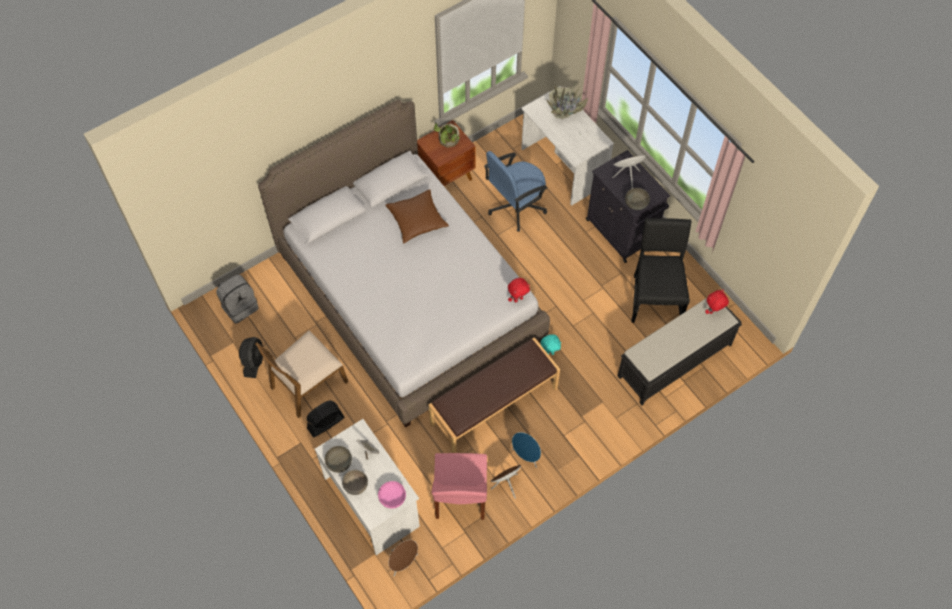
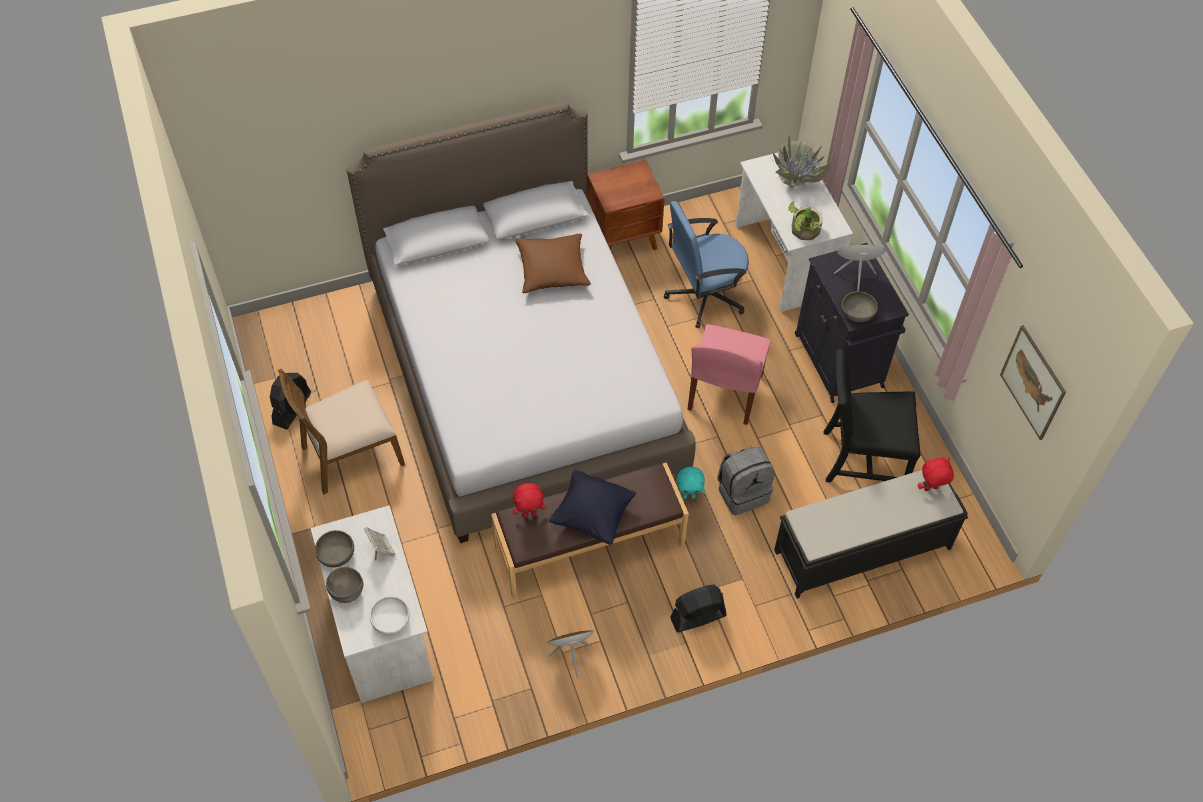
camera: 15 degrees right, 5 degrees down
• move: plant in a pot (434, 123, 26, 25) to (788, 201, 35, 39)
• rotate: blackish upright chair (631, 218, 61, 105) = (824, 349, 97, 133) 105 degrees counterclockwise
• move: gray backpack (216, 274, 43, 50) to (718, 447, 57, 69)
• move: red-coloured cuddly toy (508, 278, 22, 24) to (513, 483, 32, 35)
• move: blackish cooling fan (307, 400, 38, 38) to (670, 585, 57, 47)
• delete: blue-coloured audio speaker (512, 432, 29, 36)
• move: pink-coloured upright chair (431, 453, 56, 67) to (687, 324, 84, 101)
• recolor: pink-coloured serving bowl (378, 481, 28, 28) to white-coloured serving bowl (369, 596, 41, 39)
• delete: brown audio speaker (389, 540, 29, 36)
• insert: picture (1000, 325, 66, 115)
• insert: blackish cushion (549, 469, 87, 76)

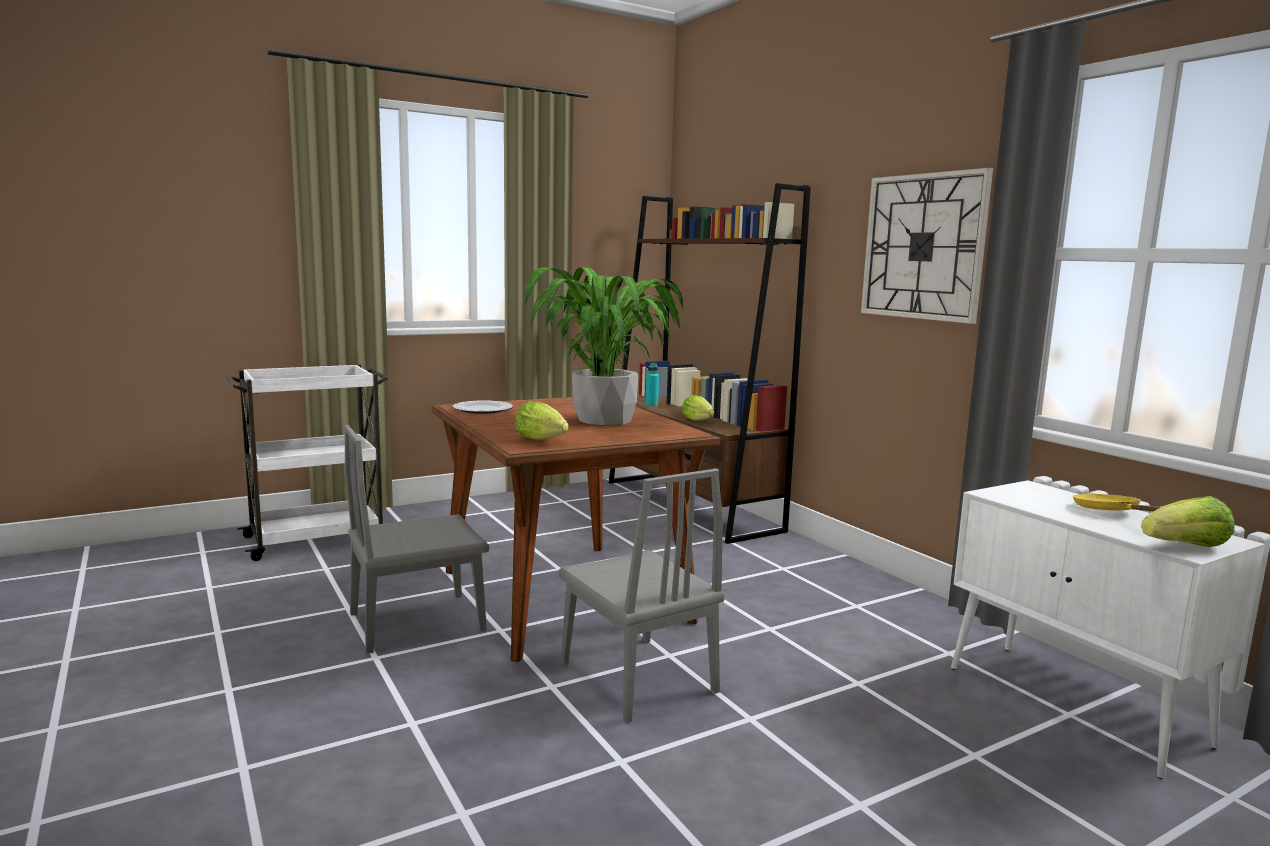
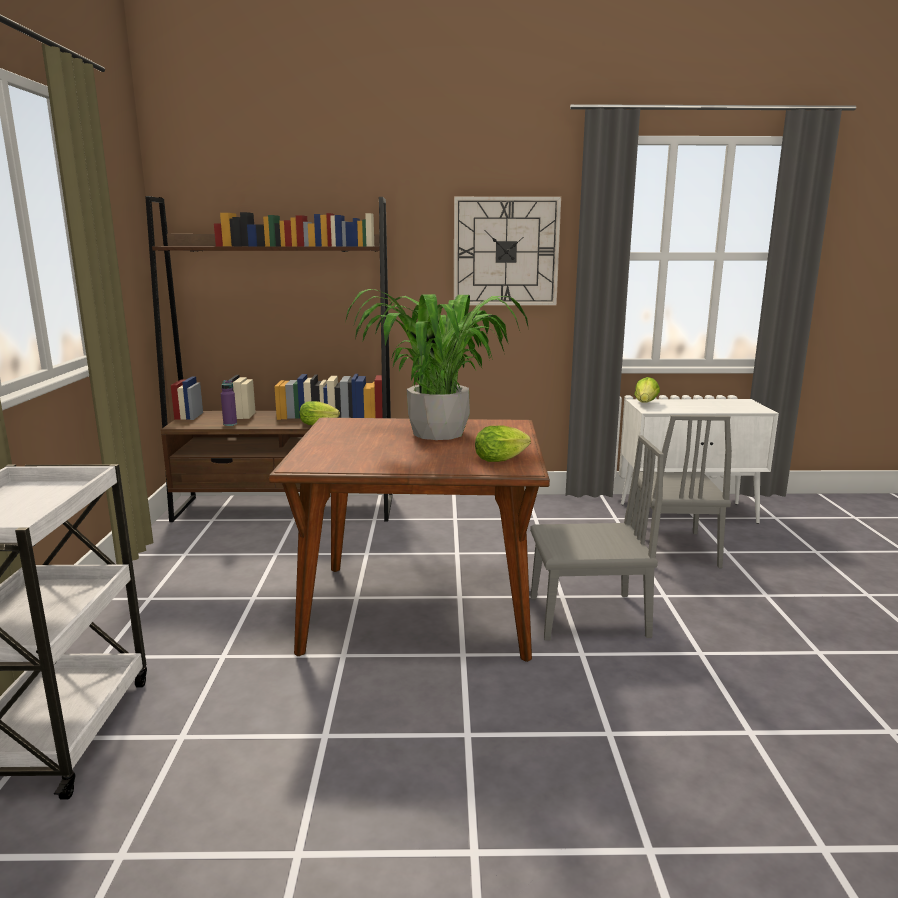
camera: 60 degrees left, 5 degrees up
• recolor: turquoise-coloured bottle (646, 363, 13, 43) to purple-coloured bottle (221, 380, 16, 46)
• delete: flat dish (453, 400, 60, 14)
• move: gray upright chair (344, 425, 145, 229) to (631, 415, 101, 153)
• delete: yellowish pan (1073, 494, 88, 17)
• move: lettuce head (1141, 496, 93, 51) to (634, 377, 26, 25)

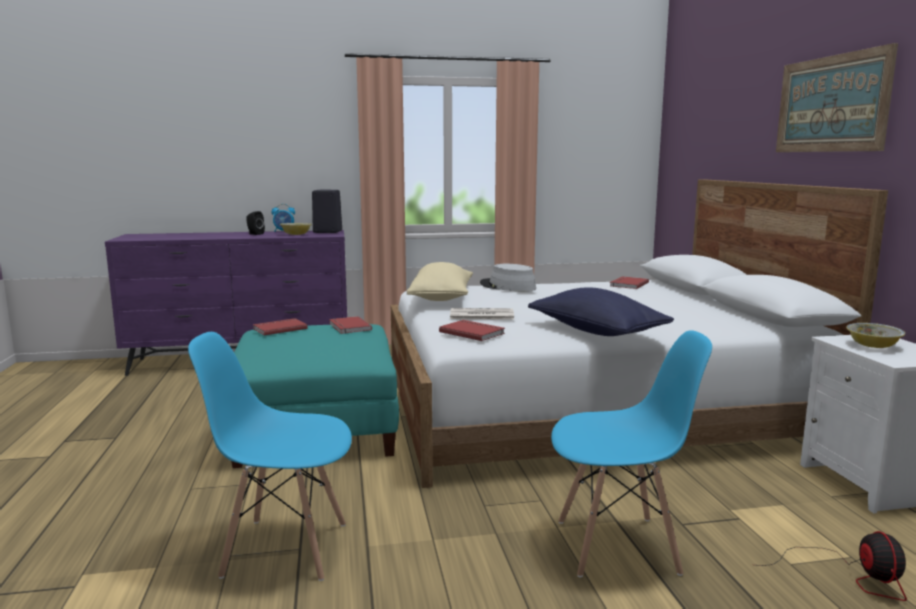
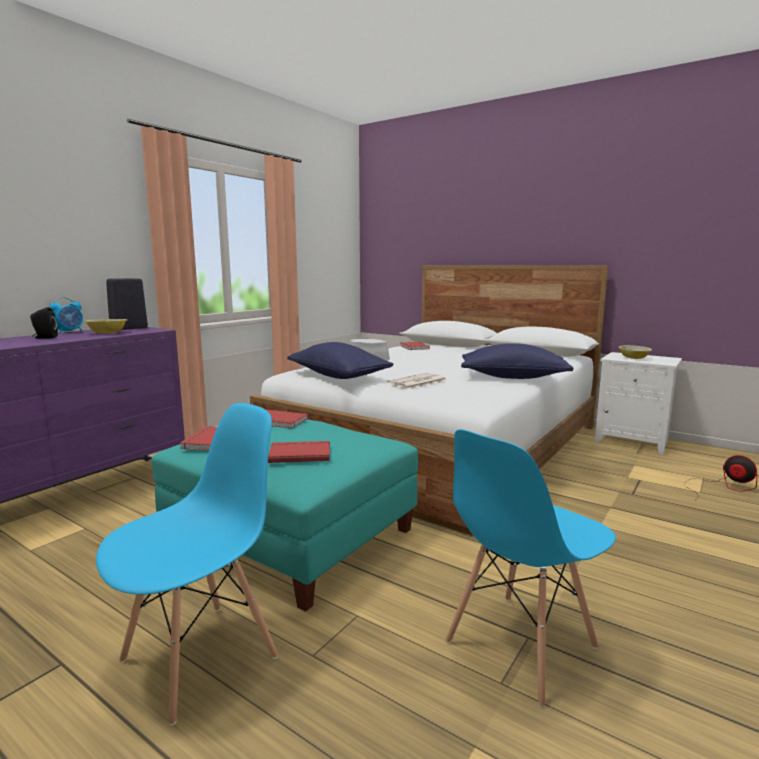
camera: 45 degrees left, 0 degrees up
• delete: picture (776, 43, 122, 109)
• recolor: sand-coloured cushion (407, 262, 66, 39) to blue-coloured cushion (287, 342, 106, 37)
• move: red-coloured book (439, 320, 66, 21) to (268, 441, 62, 22)
• move: blue-coloured upright chair (551, 330, 161, 248) to (96, 403, 182, 323)

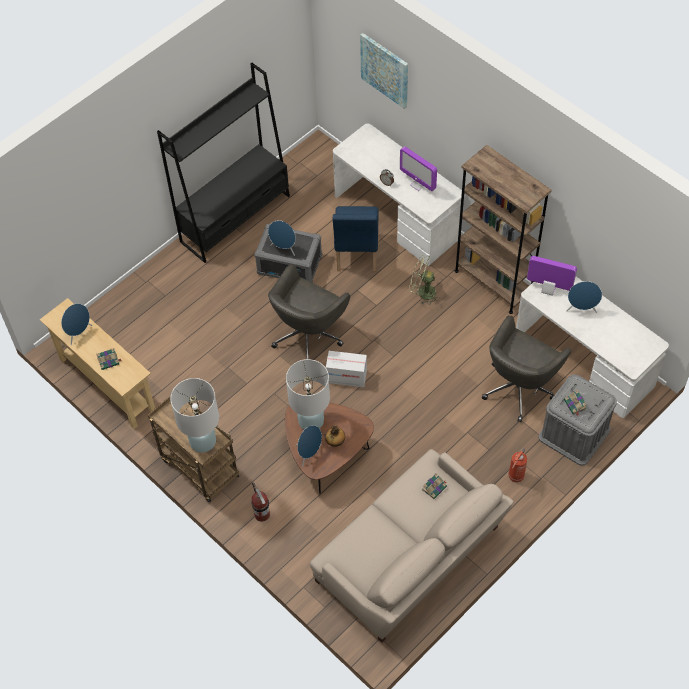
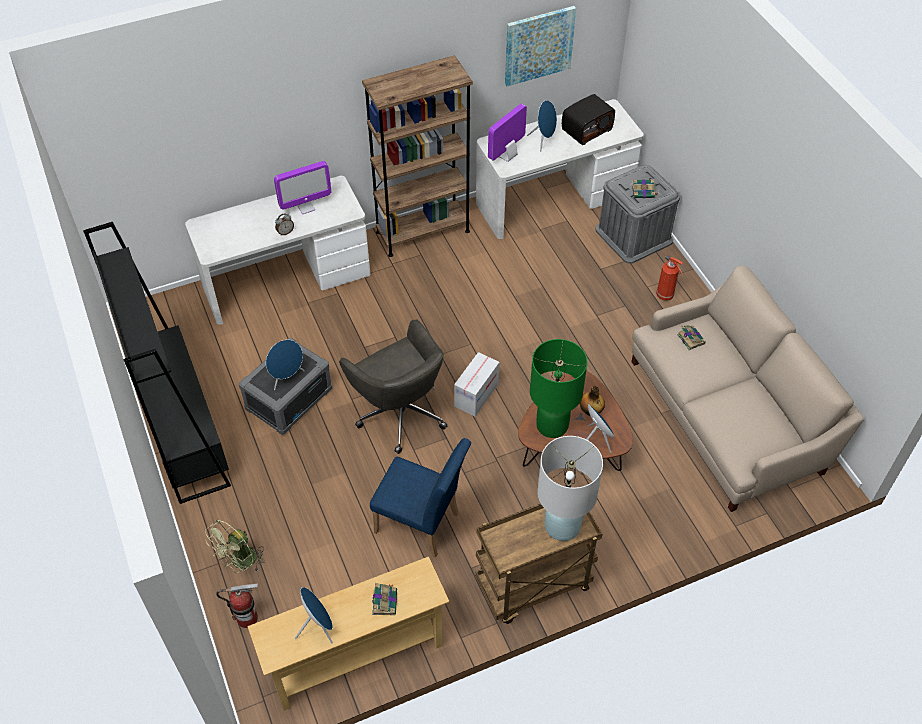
camera: 70 degrees left, 5 degrees down
• move: picture (360, 33, 48, 76) to (505, 6, 71, 80)
• move: blue-coloured upright chair (333, 206, 46, 66) to (370, 438, 101, 119)
• move: greenish cooling fan (409, 255, 31, 50) to (205, 520, 59, 53)
• delete: gray office chair (482, 316, 89, 106)
• recolor: white-coloured table lamp (286, 359, 44, 71) to greenish table lamp (530, 339, 57, 99)
• move: fire-fighting cylinder (251, 482, 19, 40) to (216, 584, 42, 44)
• insert: radio receiver (562, 94, 53, 51)

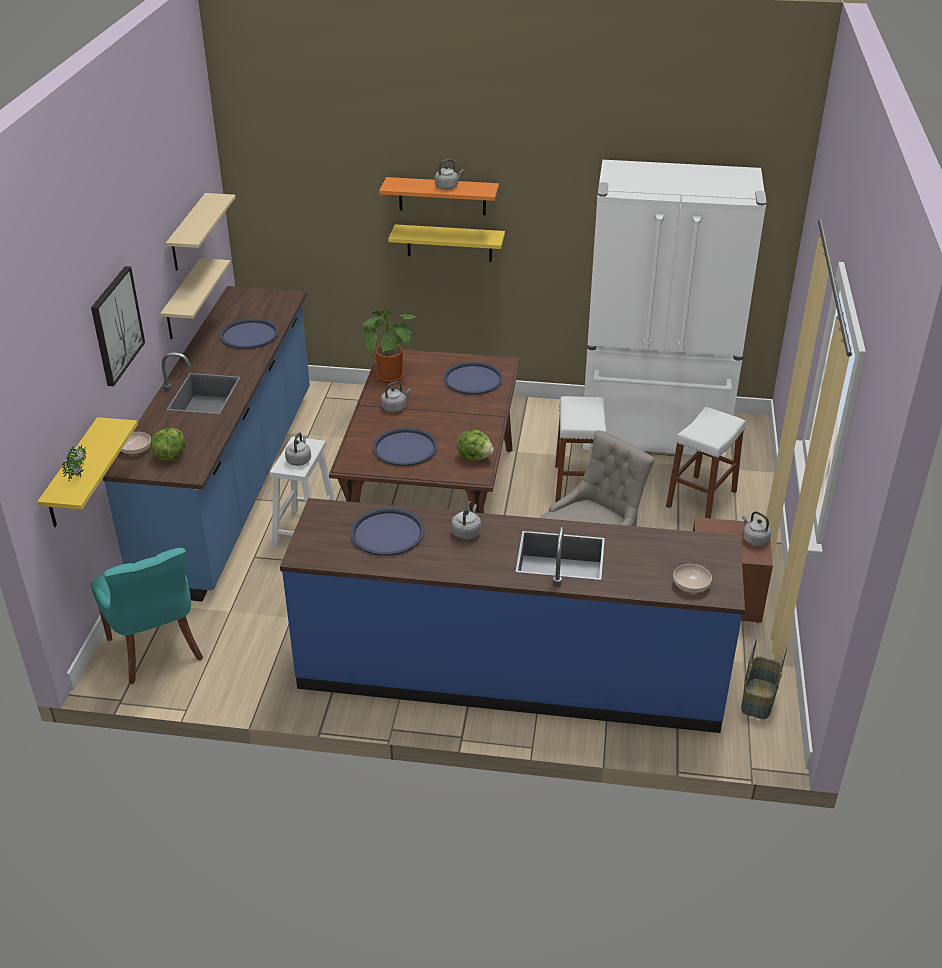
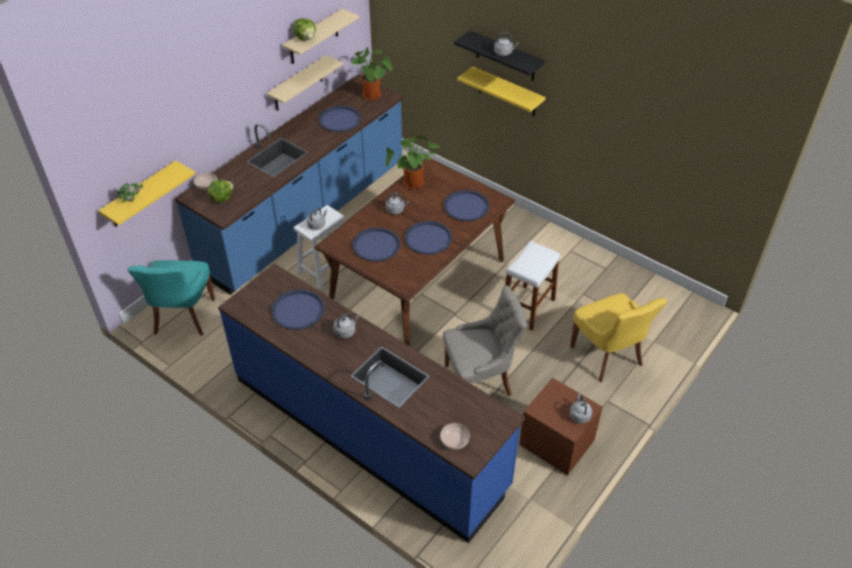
camera: 30 degrees right, 10 degrees up
• delete: white-coloured kitchen fridge (583, 160, 184, 297)
• recolor: orange shelf (379, 177, 120, 38) to blackish shelf (454, 31, 91, 50)
• delete: picture (91, 266, 54, 120)
• replace: white-coloured stool (666, 407, 80, 111) to yellowish upright chair (570, 293, 97, 89)
• move: lettuce head (457, 430, 37, 31) to (293, 18, 23, 23)
• delete: household basket (741, 638, 46, 81)
• insert: plant in a pot (351, 47, 41, 54)
• insert: blue-coloured serving tray (405, 221, 47, 34)

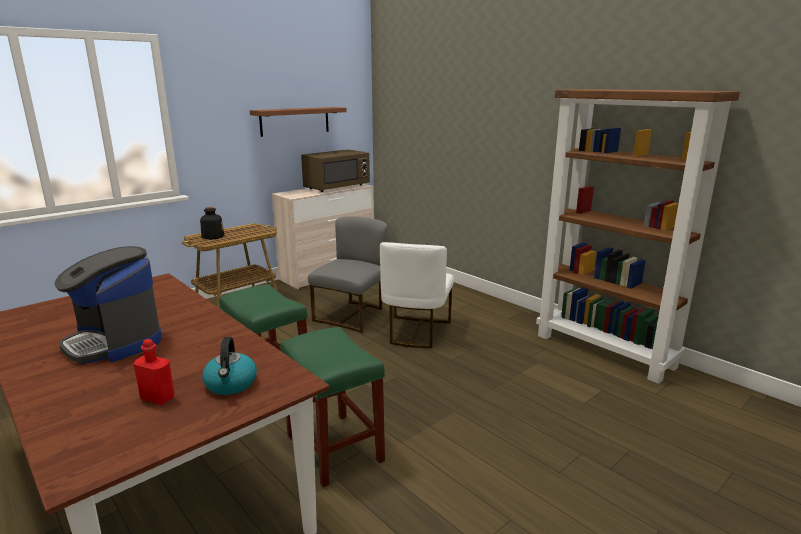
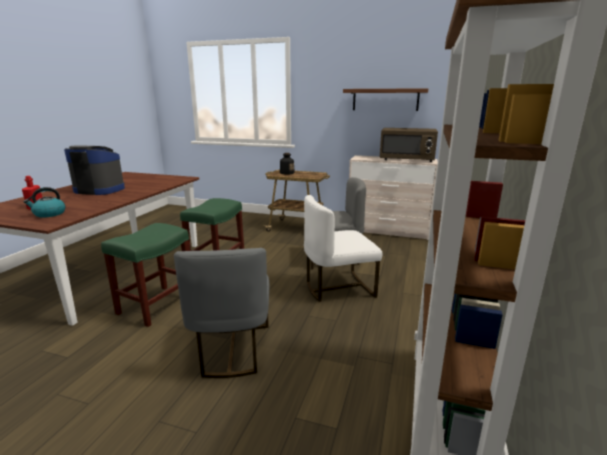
camera: 60 degrees right, 0 degrees up
• rotate: coffee machine (54, 246, 108, 118) = (64, 145, 61, 50) 90 degrees clockwise
• insert: gray upright chair (174, 248, 96, 130)

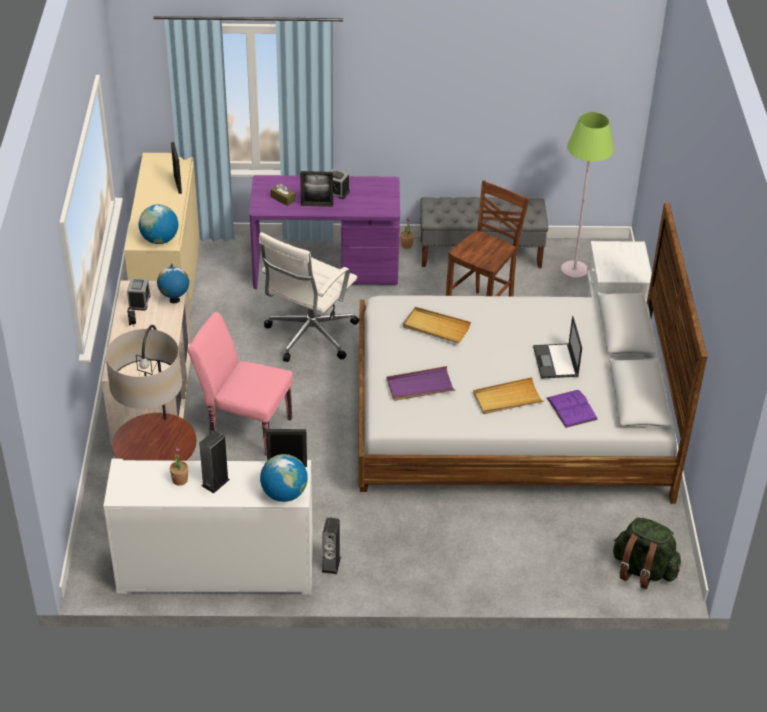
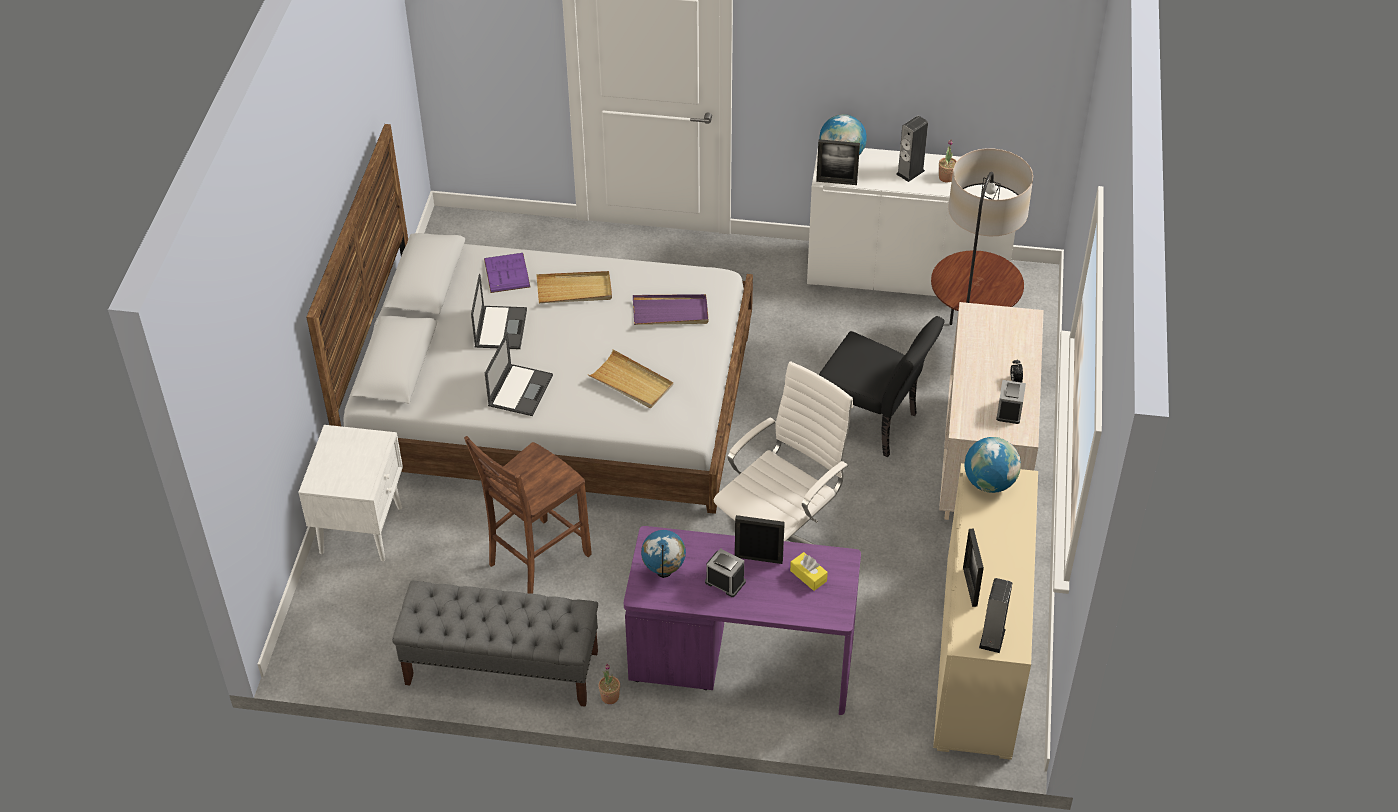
camera: 170 degrees left, 5 degrees up
• delete: greenish standard lamp (561, 112, 53, 168)
• recolor: brown box of tissues (271, 183, 25, 23) to yellowish box of tissues (790, 552, 38, 39)
• move: globe (157, 264, 32, 39) to (641, 530, 45, 48)
• recolor: pink-coloured upright chair (188, 312, 105, 144) to blackish upright chair (819, 316, 126, 141)
• move: audio speaker (322, 517, 19, 57) to (979, 578, 33, 75)
• delete: greenish backpack (613, 517, 68, 72)
• insert: notebook computer (485, 332, 68, 84)

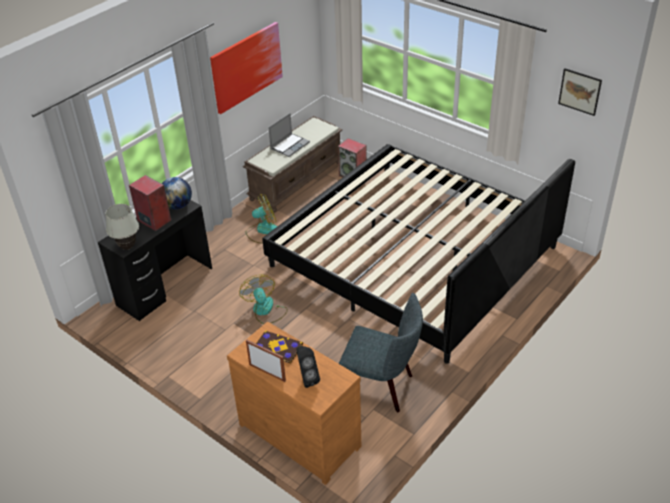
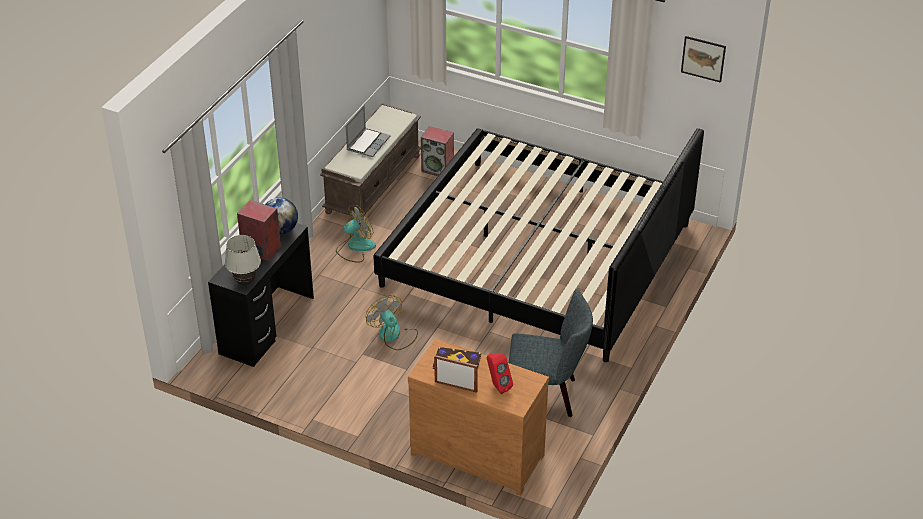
camera: 15 degrees left, 0 degrees up
• delete: picture (210, 22, 73, 92)
• recolor: blackish audio speaker (296, 346, 24, 42) to red-coloured audio speaker (487, 353, 26, 41)

